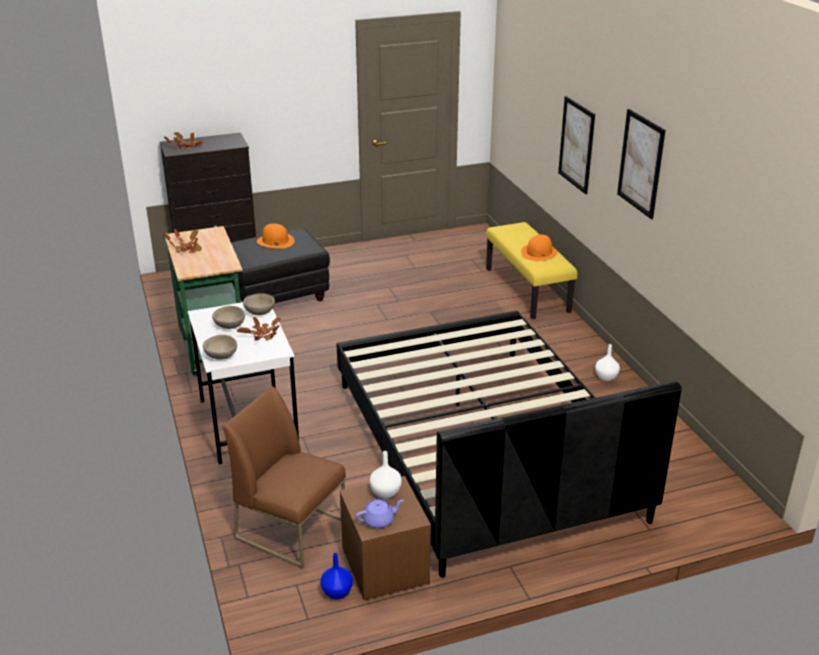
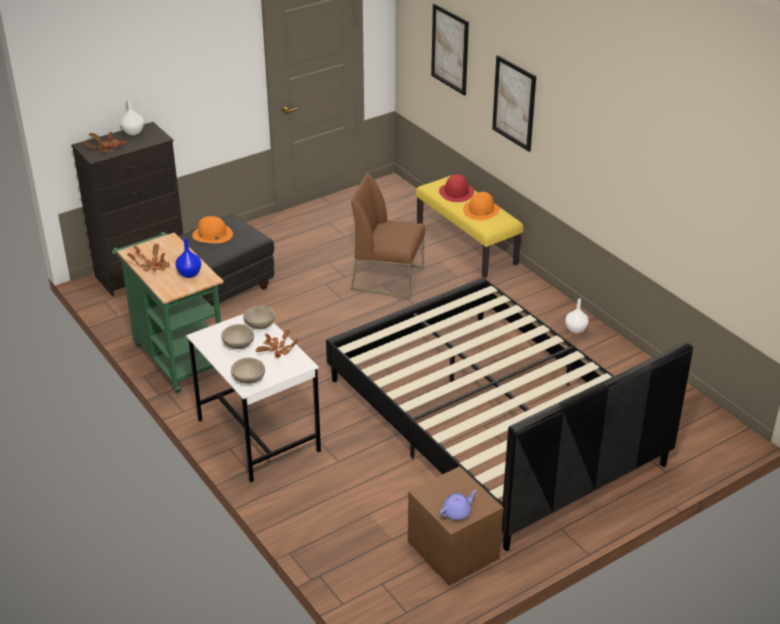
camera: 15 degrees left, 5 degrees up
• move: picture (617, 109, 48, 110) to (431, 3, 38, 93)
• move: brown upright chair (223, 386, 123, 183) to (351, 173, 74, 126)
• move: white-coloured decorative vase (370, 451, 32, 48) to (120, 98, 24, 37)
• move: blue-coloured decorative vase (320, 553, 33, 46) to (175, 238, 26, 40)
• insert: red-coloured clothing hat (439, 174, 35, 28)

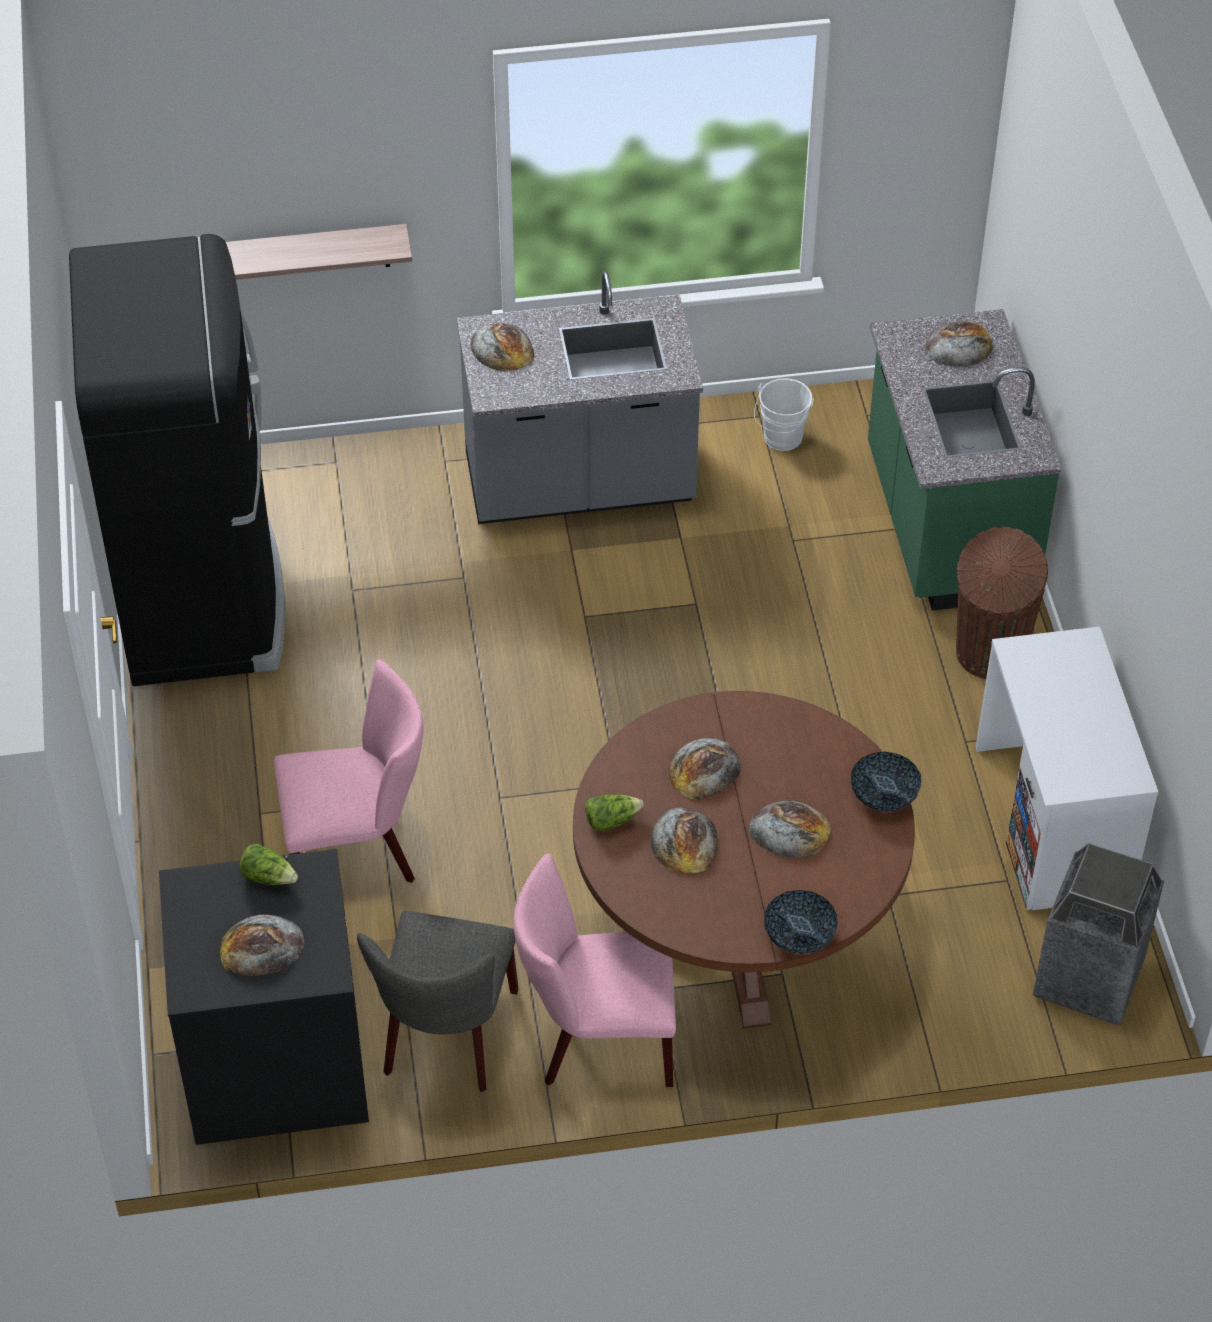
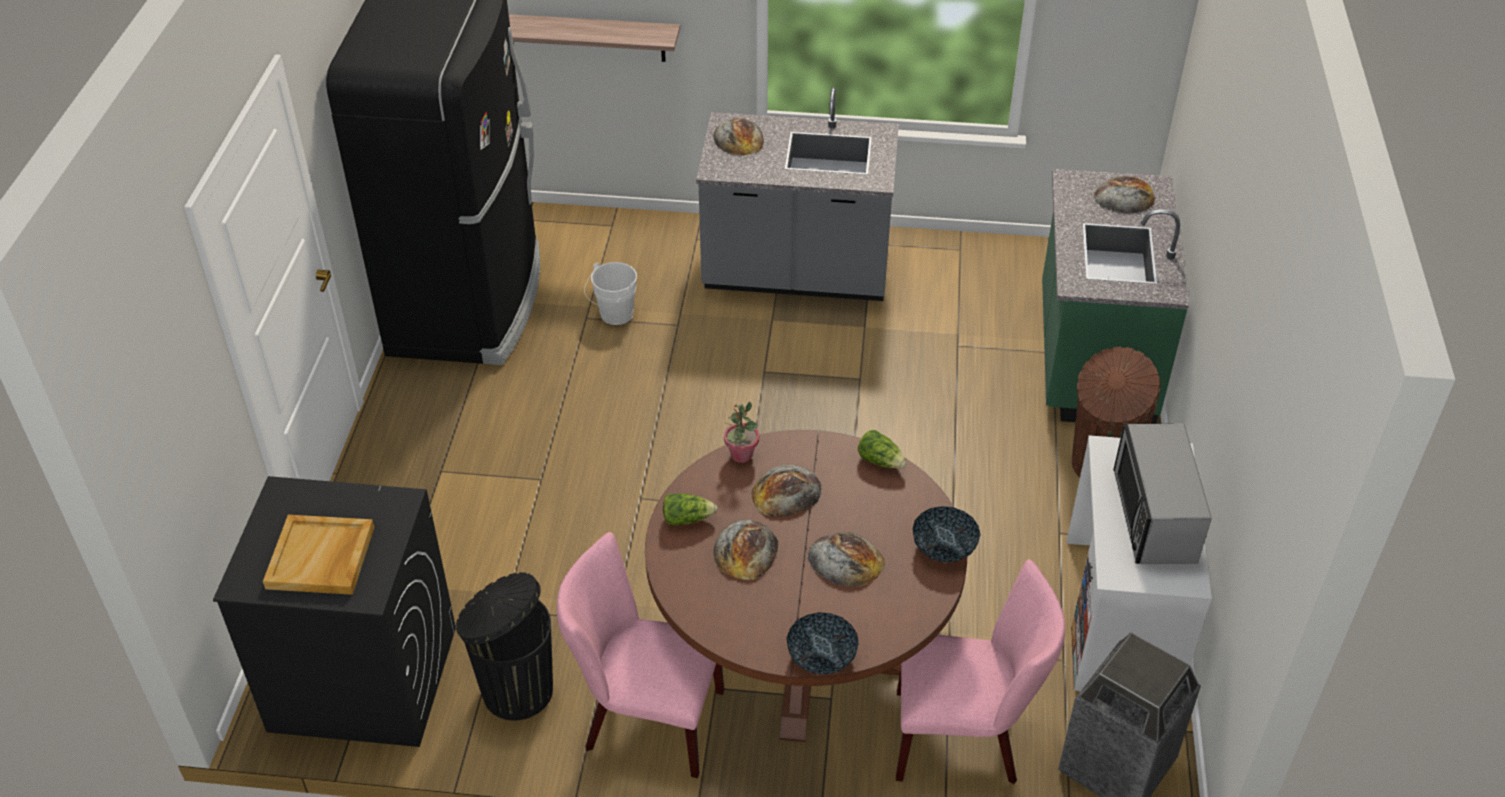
camera: 15 degrees right, 5 degrees down
• move: white-coloured water bucket (754, 378, 60, 73) to (584, 262, 53, 63)
• move: pink-coloured upright chair (274, 659, 150, 224) to (896, 559, 169, 225)
• move: lettuce head (240, 844, 58, 41) to (858, 430, 48, 38)
• replace: gray upright chair (357, 911, 162, 181) to blackish trash can (456, 572, 97, 149)
• replace: bread (220, 915, 85, 61) to sand-coloured serving tray (263, 515, 111, 80)
• insert: plant in a pot (724, 402, 35, 61)
• insert: kitchen microwave (1113, 423, 99, 141)

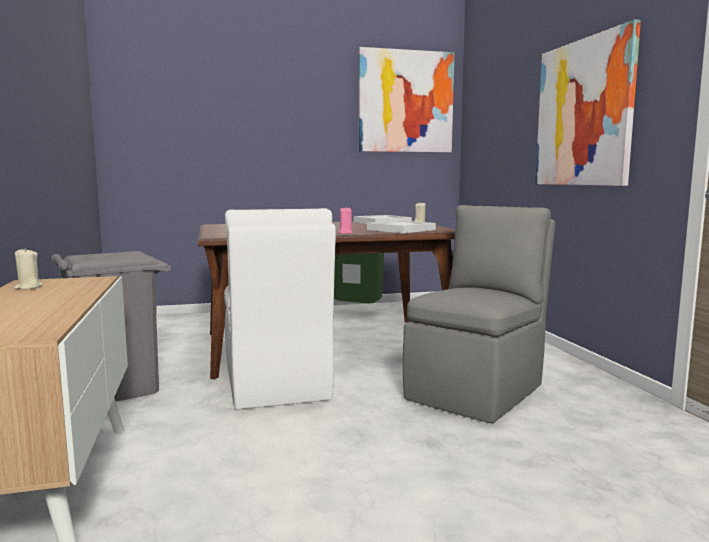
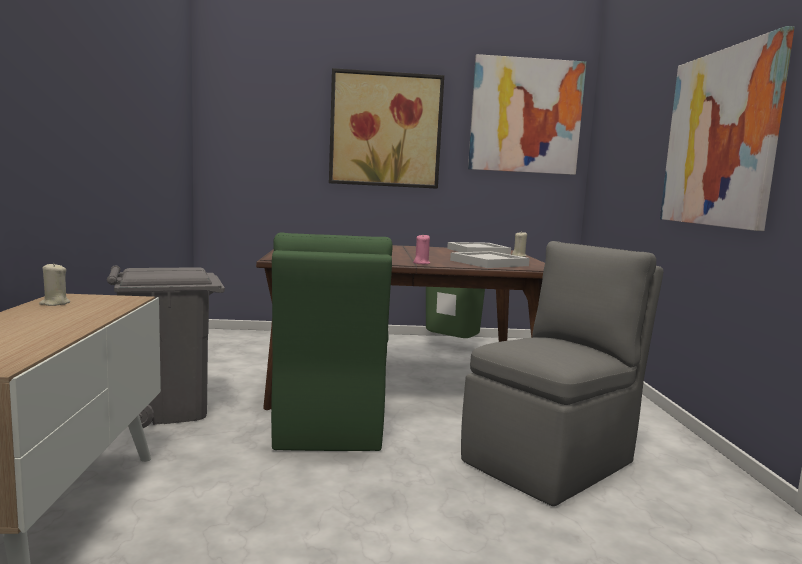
camera: 10 degrees right, 0 degrees up
• recolor: white-coloured upright chair (224, 208, 112, 202) to greenish upright chair (271, 233, 122, 218)
• insert: picture (329, 68, 115, 121)

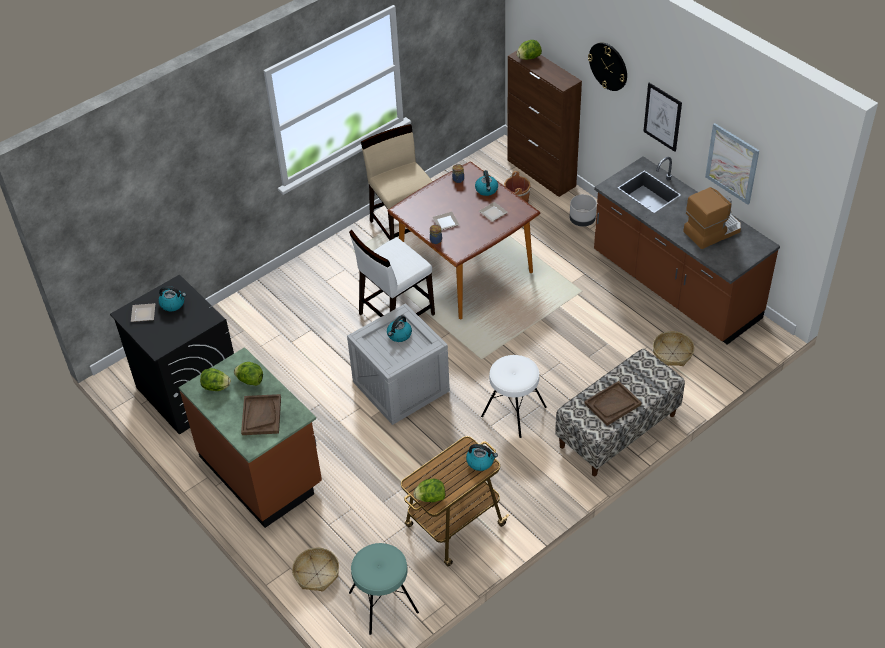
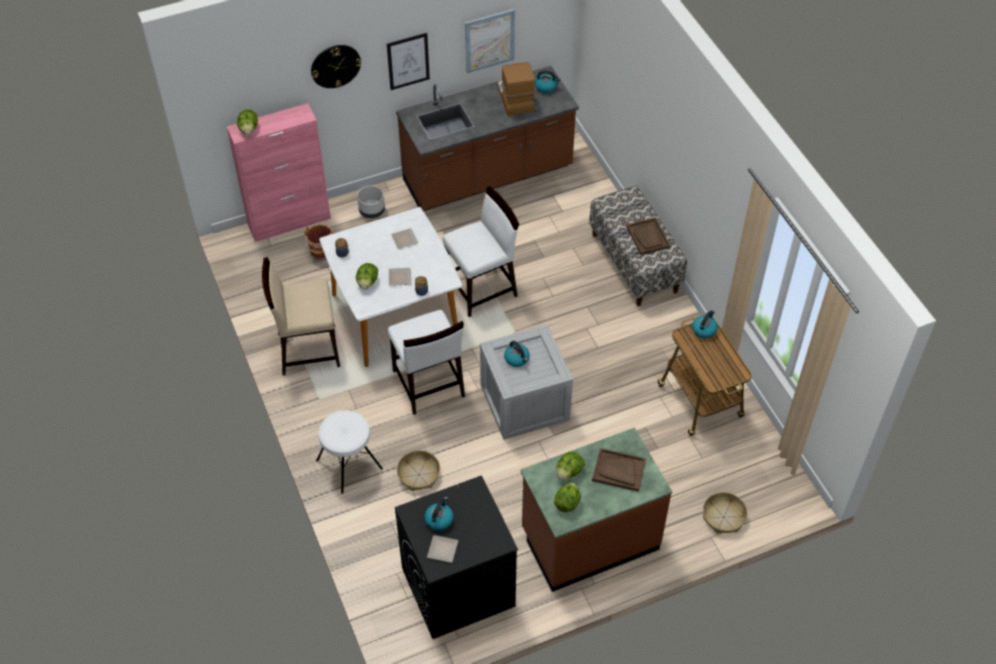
camera: 75 degrees left, 5 degrees up
• recolor: brown cupboard (507, 51, 75, 146) to pink-coloured cupboard (227, 103, 104, 139)
• recolor: brown dining table (387, 162, 153, 157) to white-coloured dining table (319, 207, 143, 160)
• move: kettle (475, 170, 23, 26) to (535, 70, 26, 23)
• move: household basket (653, 331, 41, 35) to (397, 450, 43, 41)
• move: white-coloured stool (481, 355, 66, 83) to (316, 410, 67, 84)
• move: lettuce head (413, 479, 32, 23) to (356, 263, 22, 27)
• delete: turquoise-coloured stool (349, 543, 70, 92)
• insert: white-coloured upright chair (443, 186, 76, 131)

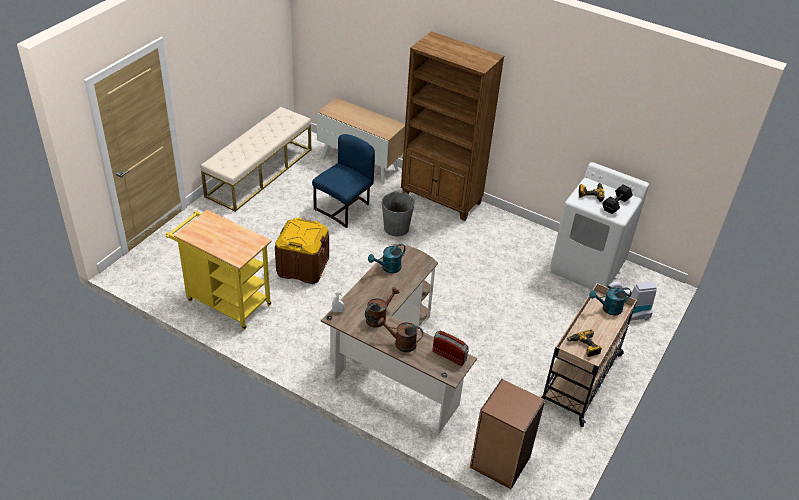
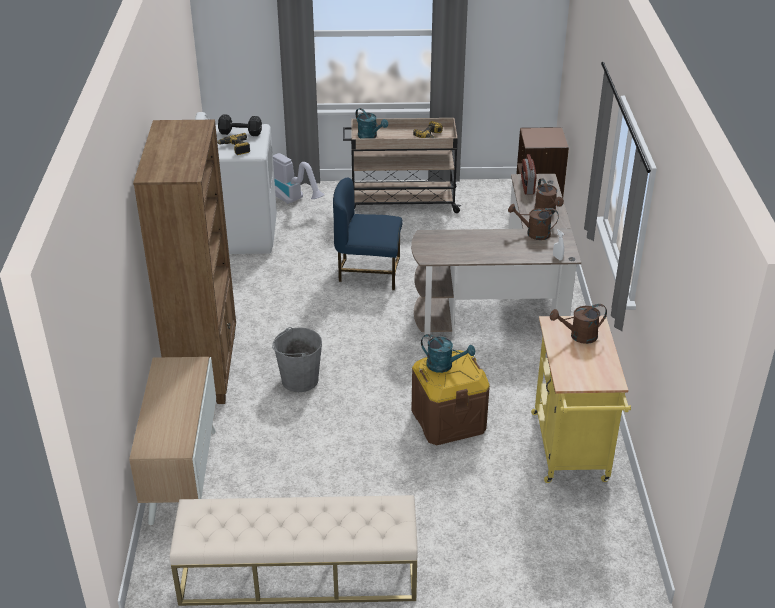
camera: 120 degrees left, 5 degrees down
• move: blue-coloured upright chair (312, 134, 63, 94) to (333, 178, 70, 112)
• move: turquoise-coloured sprinkling can (368, 244, 38, 29) to (421, 334, 54, 39)
• insert: brown sprinkling can (550, 304, 57, 40)

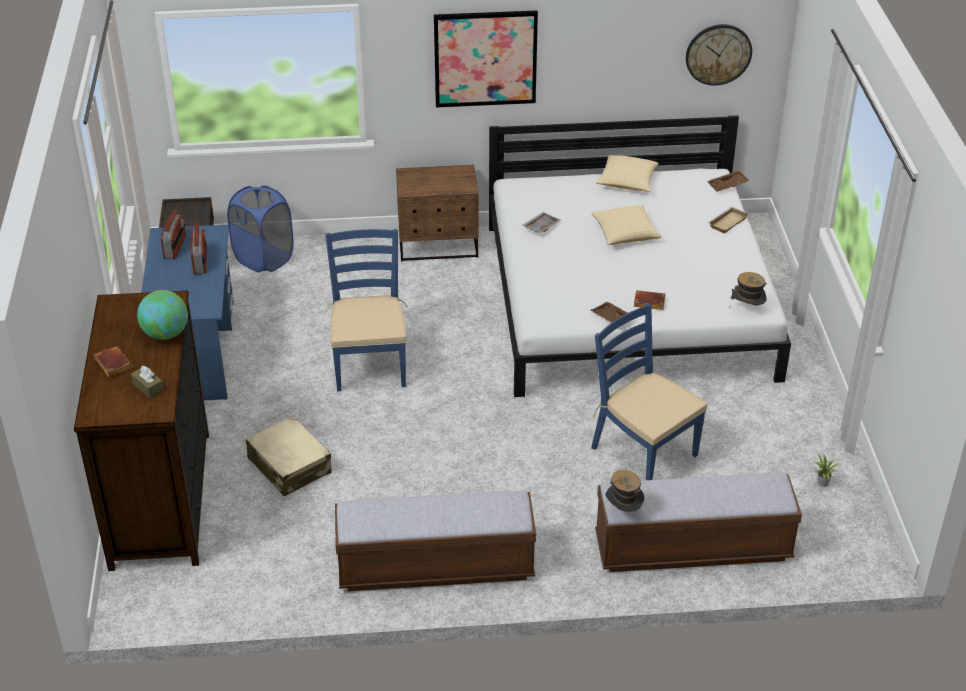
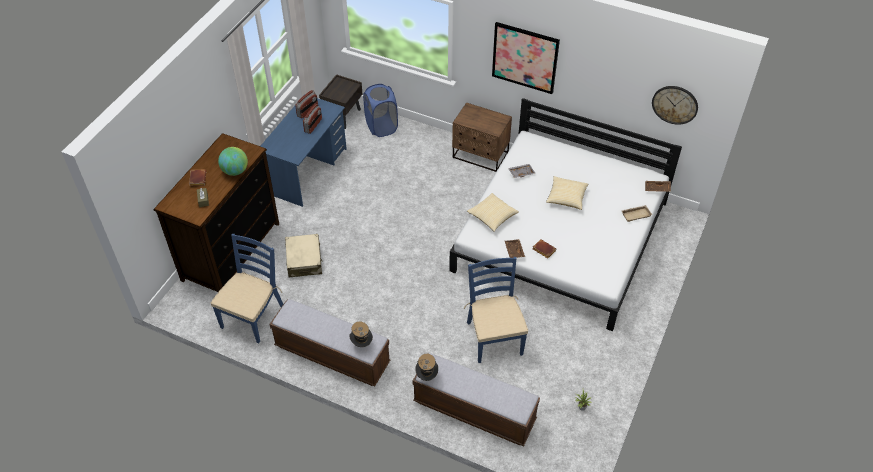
camera: 30 degrees right, 10 degrees up
• move: cushion (596, 155, 63, 37) to (467, 193, 52, 39)
• move: blue-coloured upright chair (325, 229, 83, 162) to (211, 234, 72, 109)
• move: clothing hat (731, 272, 36, 33) to (349, 322, 24, 25)

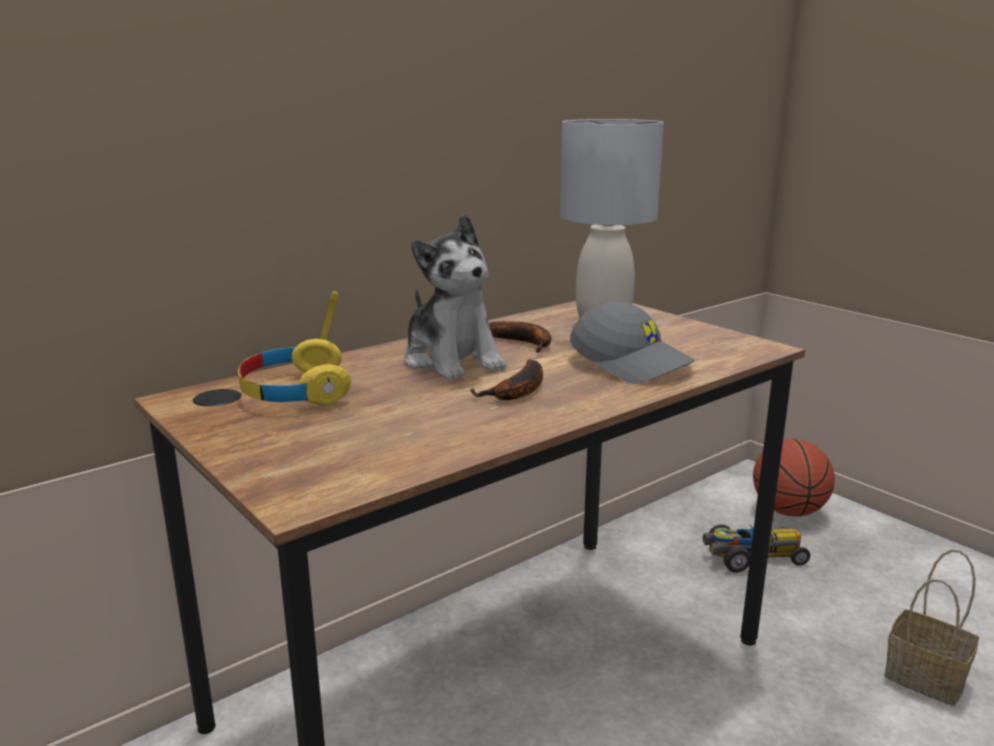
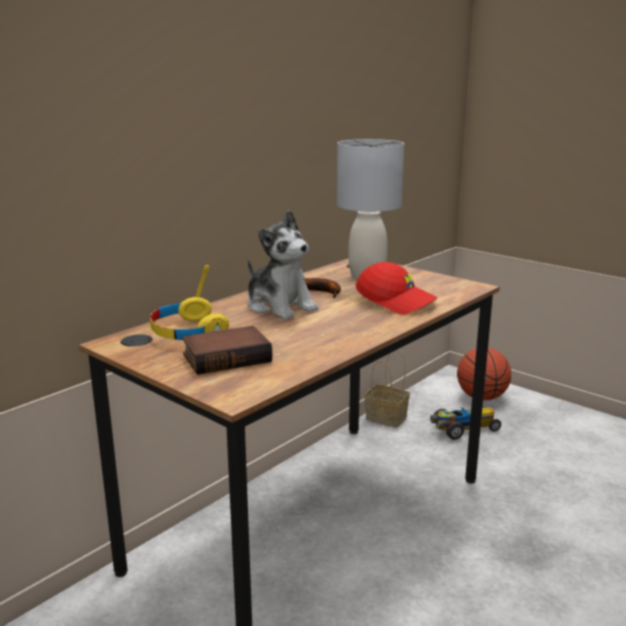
camera: 10 degrees left, 0 degrees up
• recolor: gray peaked cap (570, 301, 125, 83) to red-coloured peaked cap (356, 262, 82, 53)
• delete: banana (470, 359, 73, 41)
• move: household basket (884, 550, 95, 156) to (365, 349, 45, 79)
• insert: book (182, 326, 90, 49)

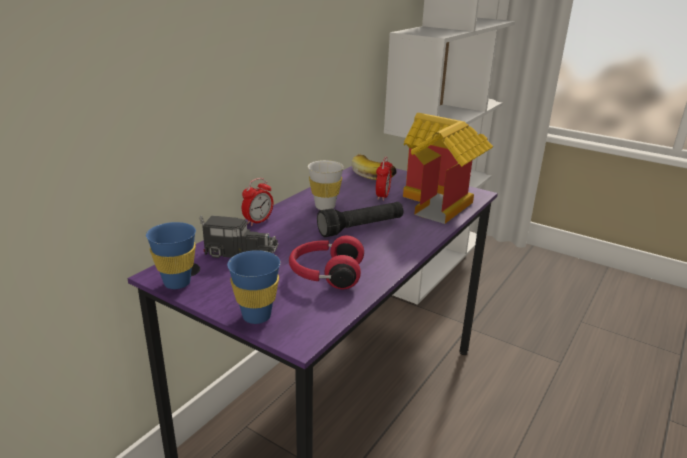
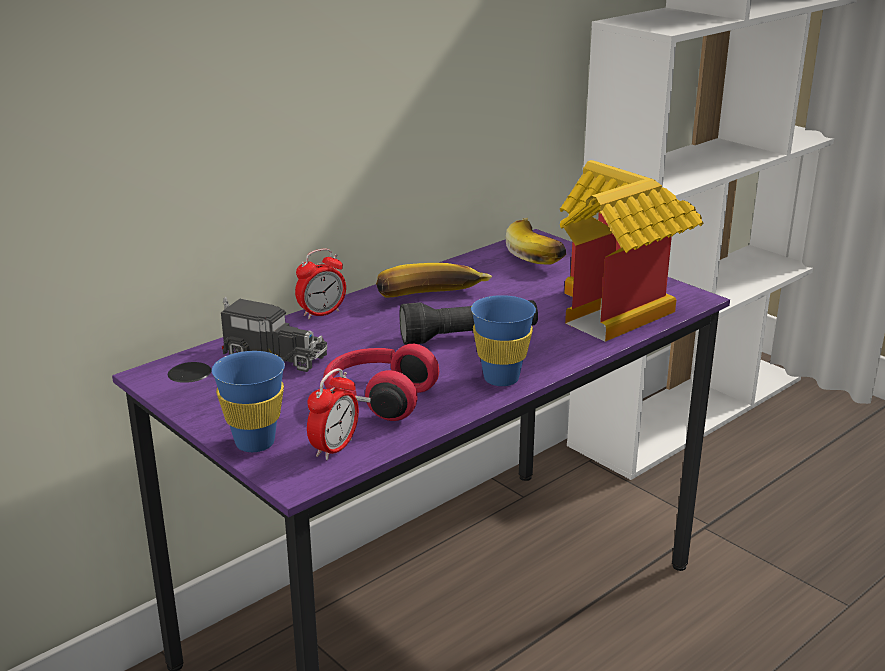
camera: 15 degrees right, 0 degrees up
• move: alarm clock (376, 157, 17, 44) to (307, 368, 52, 92)
• replace: white-coloured drinking cup (308, 160, 36, 50) to banana (376, 263, 117, 34)
• move: blue-coloured drinking cup (146, 222, 50, 67) to (471, 295, 65, 91)

